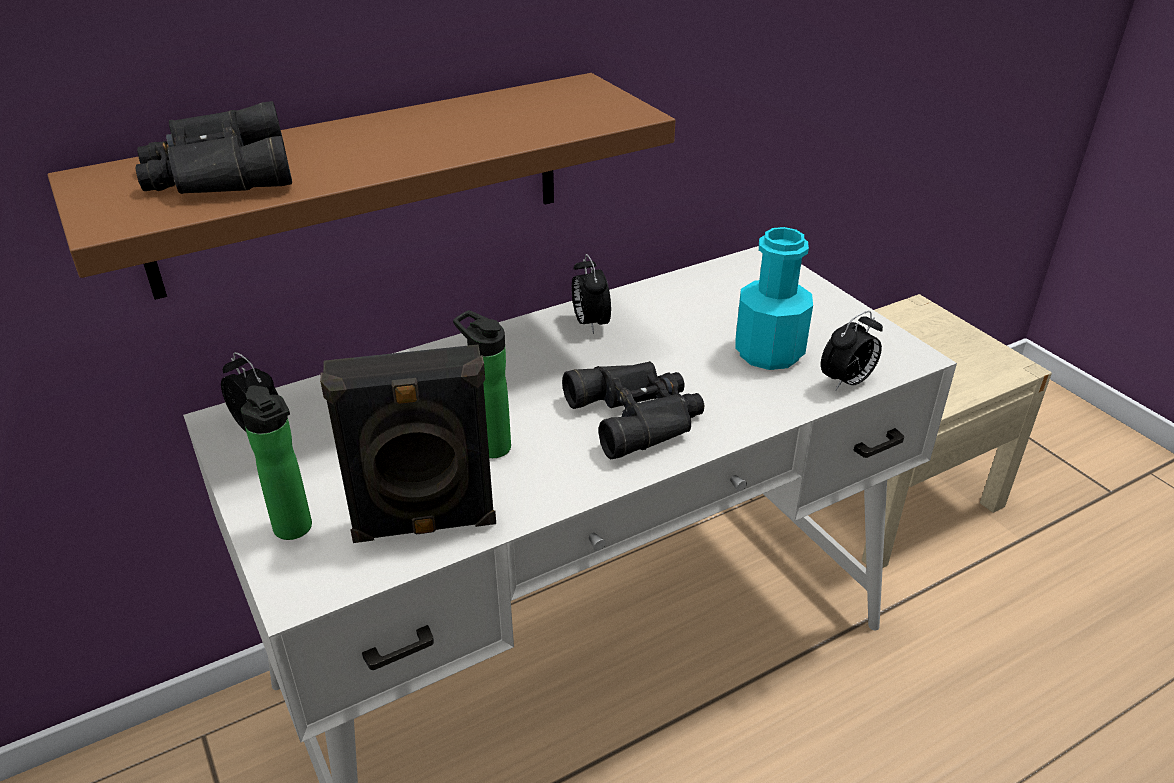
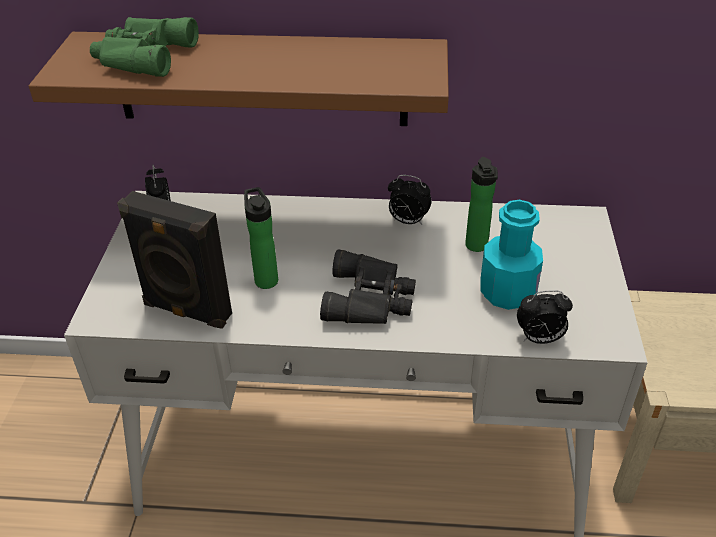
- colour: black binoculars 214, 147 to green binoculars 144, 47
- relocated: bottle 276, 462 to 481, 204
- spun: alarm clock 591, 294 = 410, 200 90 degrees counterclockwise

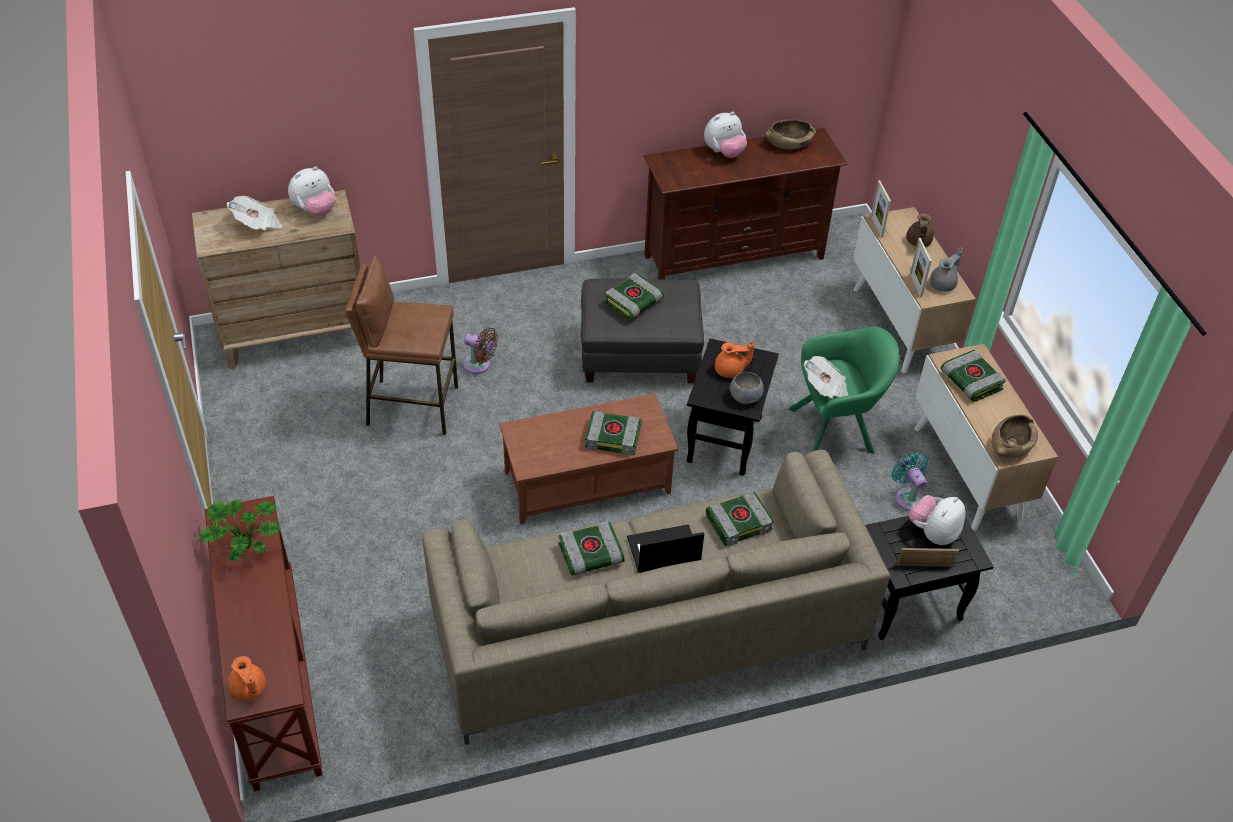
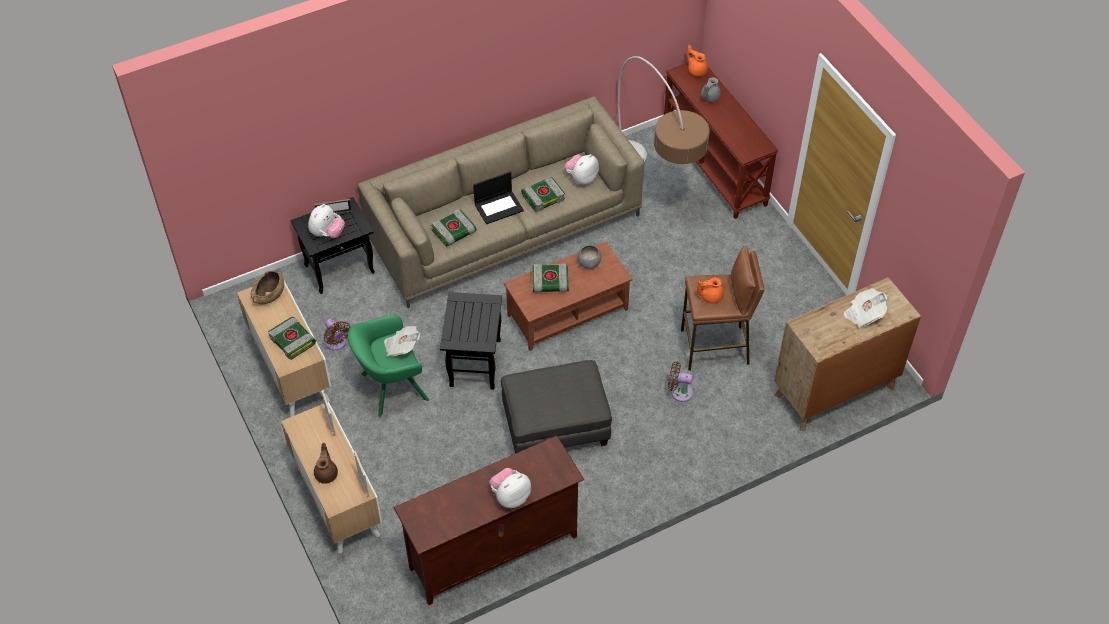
- missing: potted plant 239, 530
- relocated: plush toy 312, 191 to 581, 169
- missing: book 634, 296
- relocated: orange teapot 734, 360 to 710, 290
- relocated: grey bowl 747, 388 to 590, 257
- missing: brown bowl 790, 134
- colour: turquoise fan 909, 481 to brown fan 337, 334
- relocated: grey teapot 946, 269 to 711, 89
- appeared: floor lamp 664, 110

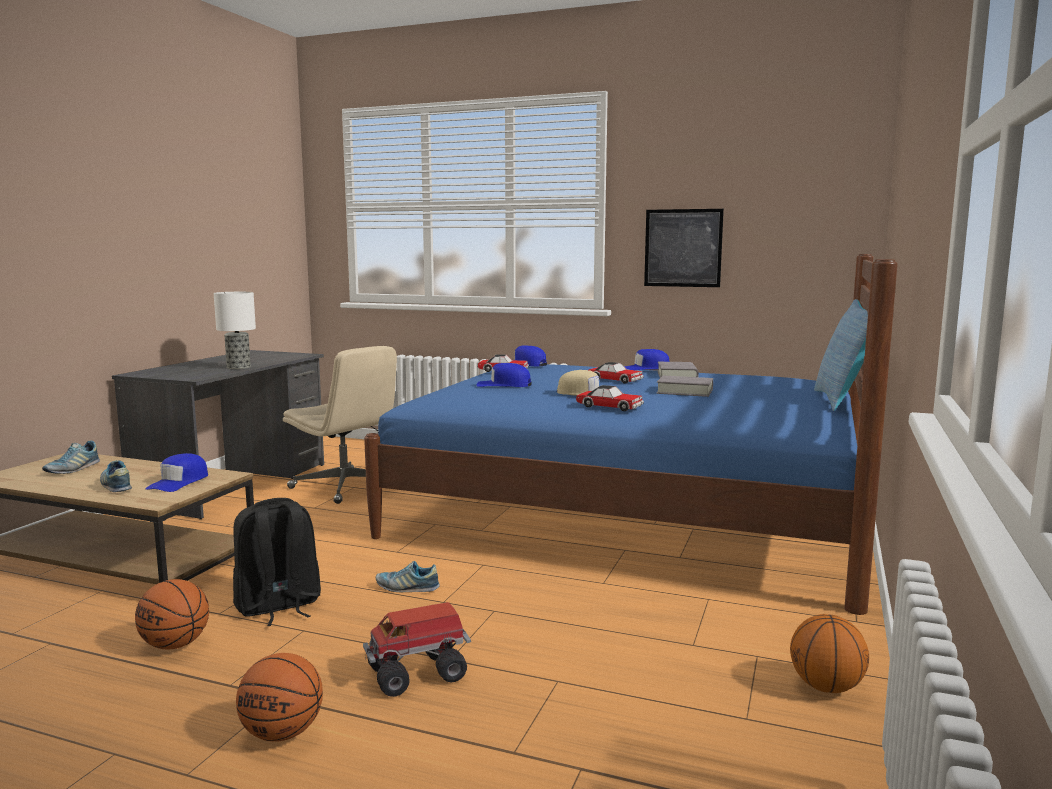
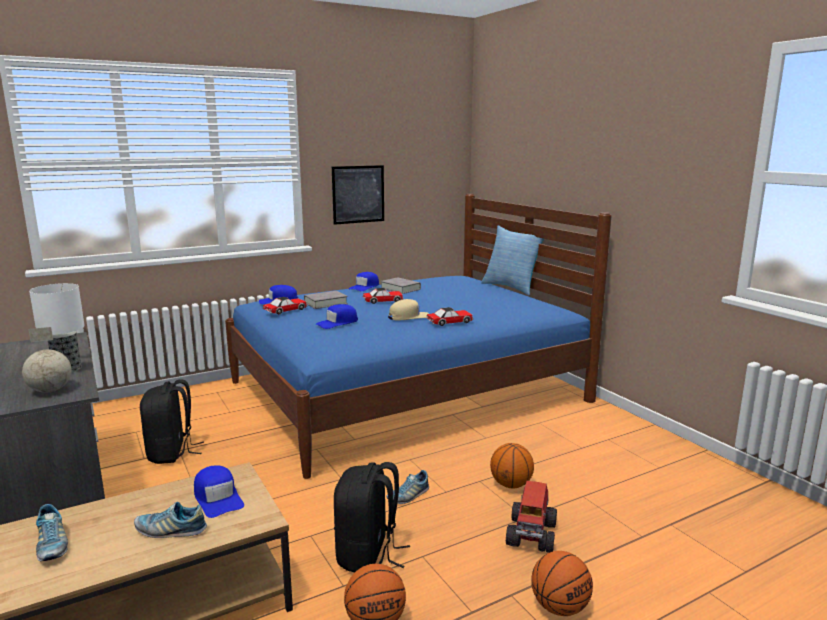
- exchanged: beige office chair 340, 425 to black backpack 172, 421
- relocated: grey book 685, 386 to 326, 300
- relocated: basketball 829, 653 to 512, 466
- appeared: globe 47, 360

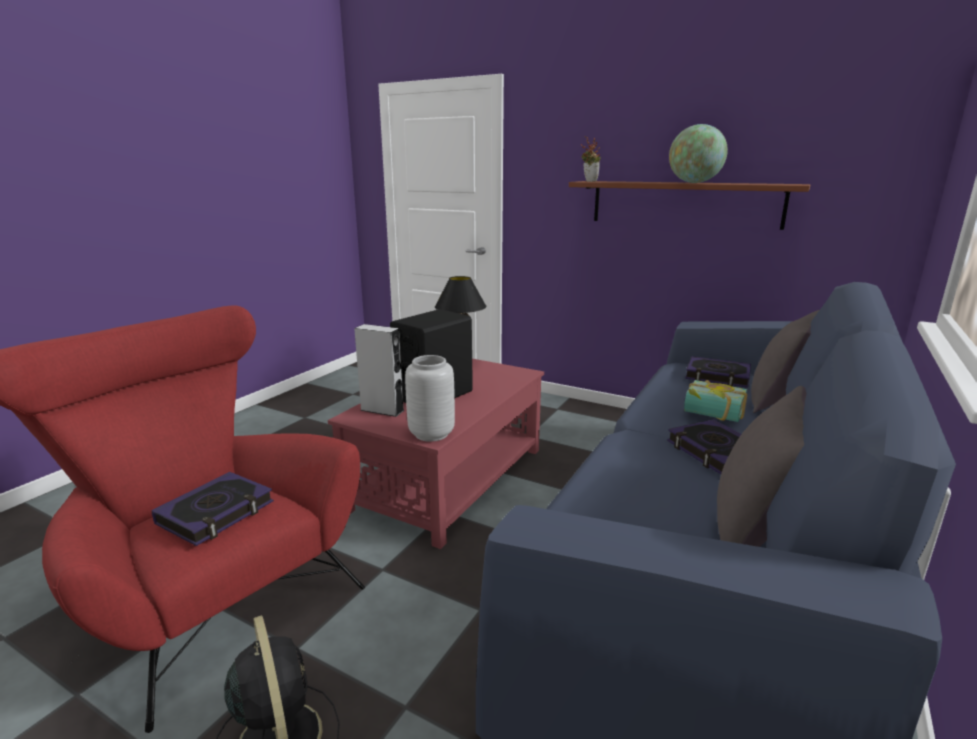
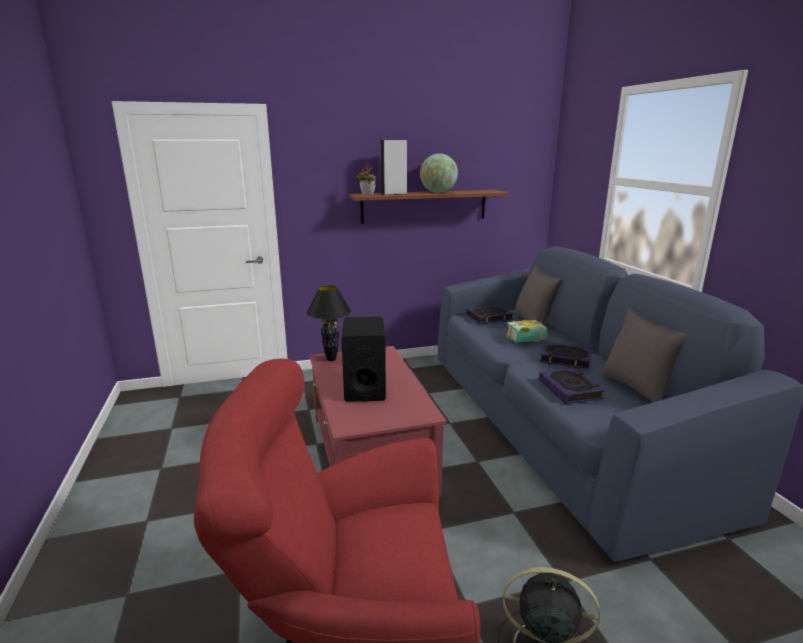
- relocated: book 213, 509 to 571, 386
- relocated: grey speaker 379, 370 to 394, 167
- missing: grey vase 430, 398

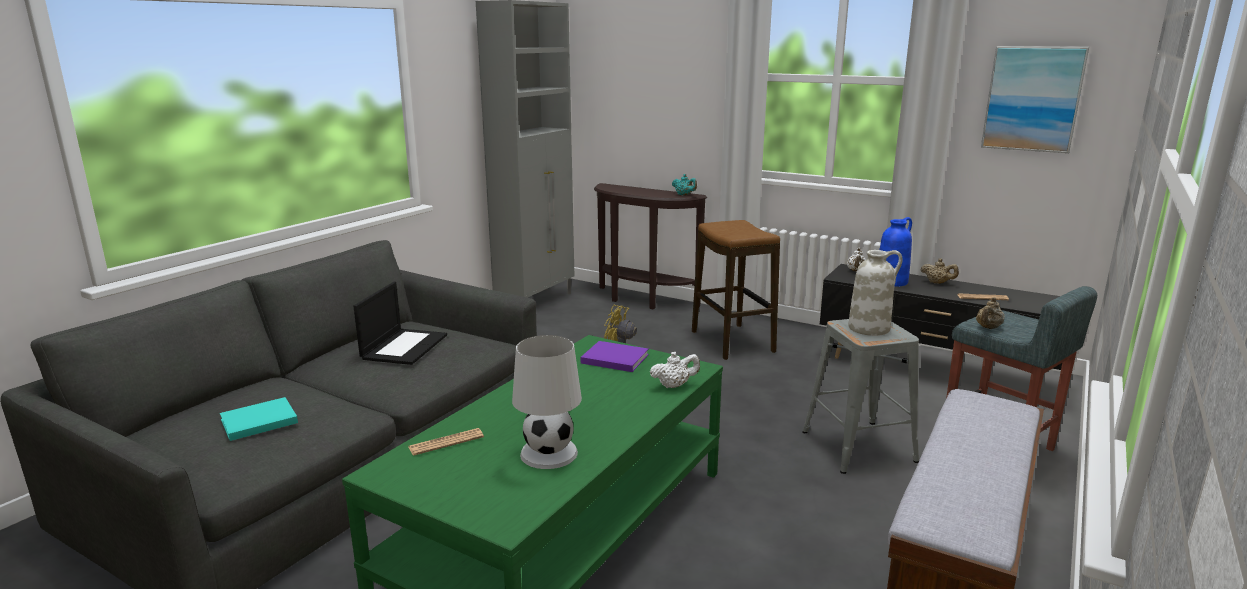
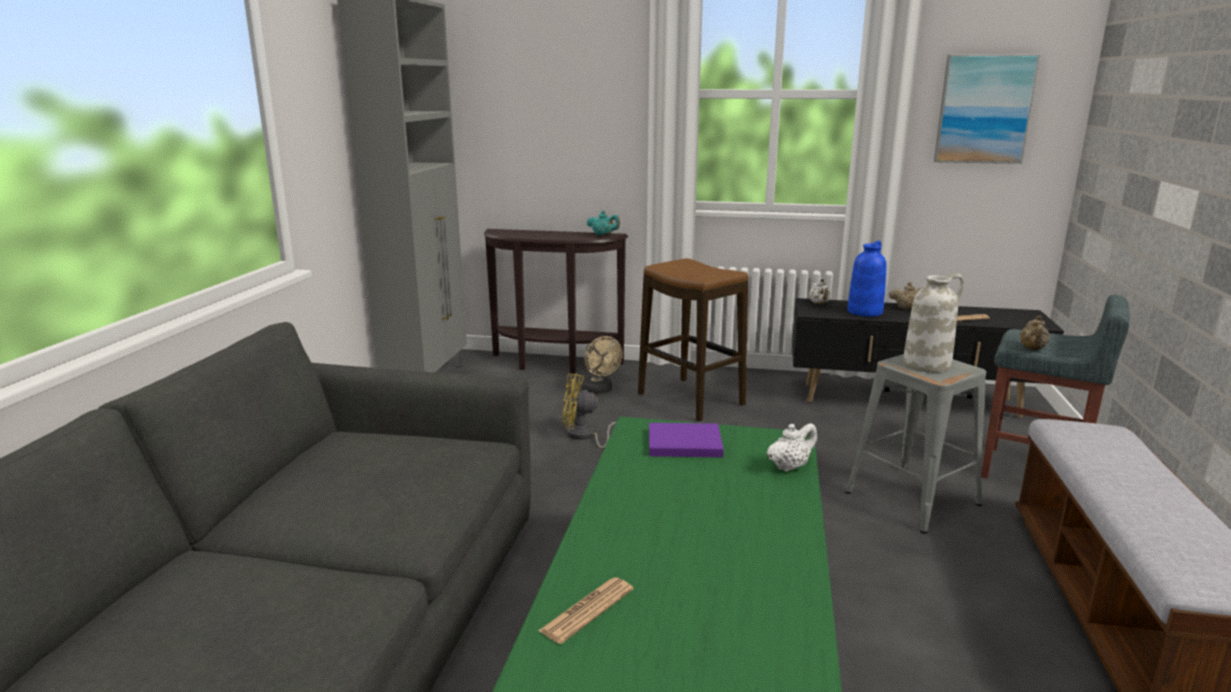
- missing: turquoise book 259, 419
- missing: laptop 400, 323
- missing: white table lamp 547, 402
- appeared: beige fan 602, 365

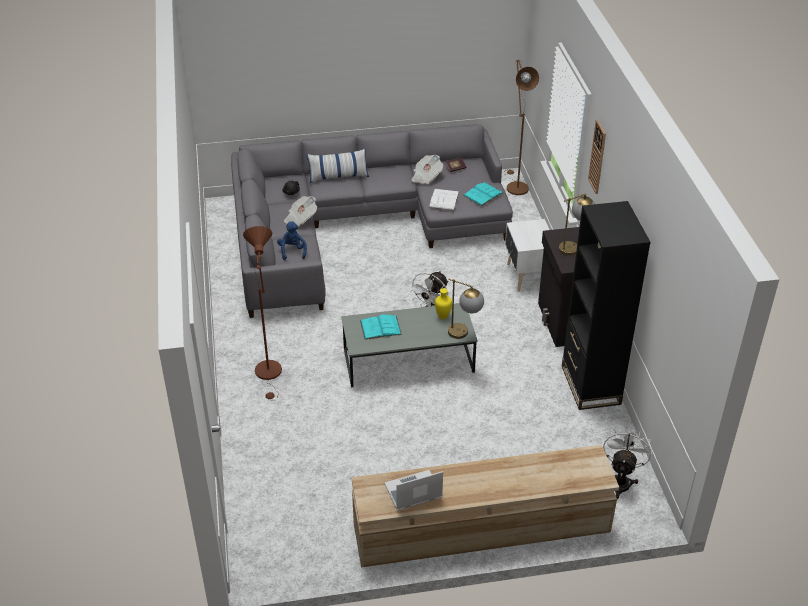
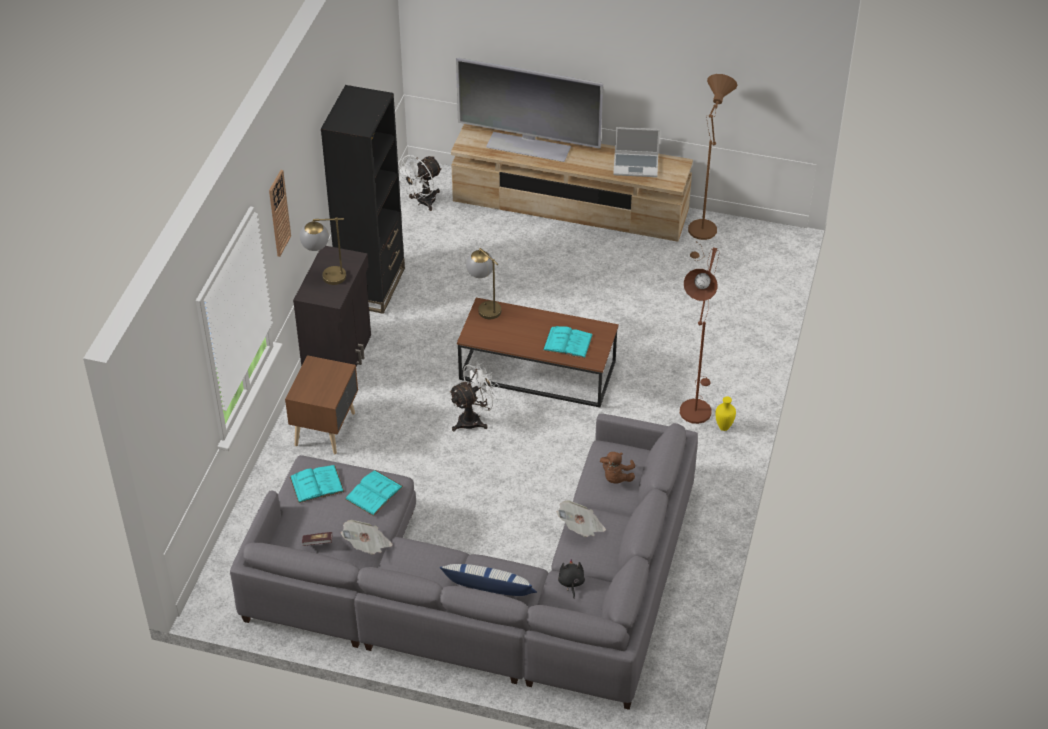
- colour: blue plush toy 292, 240 to brown plush toy 617, 468
- colour: grey coffee table 409, 345 to brown coffee table 538, 352
- colour: white book 444, 199 to turquoise book 374, 493
- relocated: yellow vase 443, 303 to 725, 414
- colour: white nightstand 527, 255 to brown nightstand 321, 404
- relocated: brown floor lamp 523, 127 to 712, 167
- appeared: television 529, 110

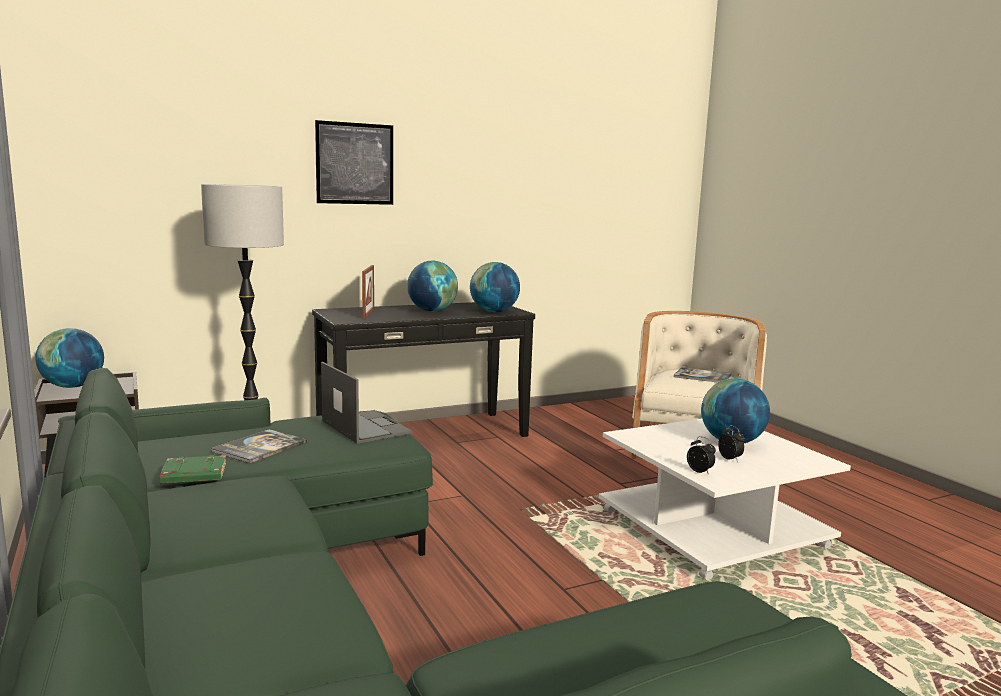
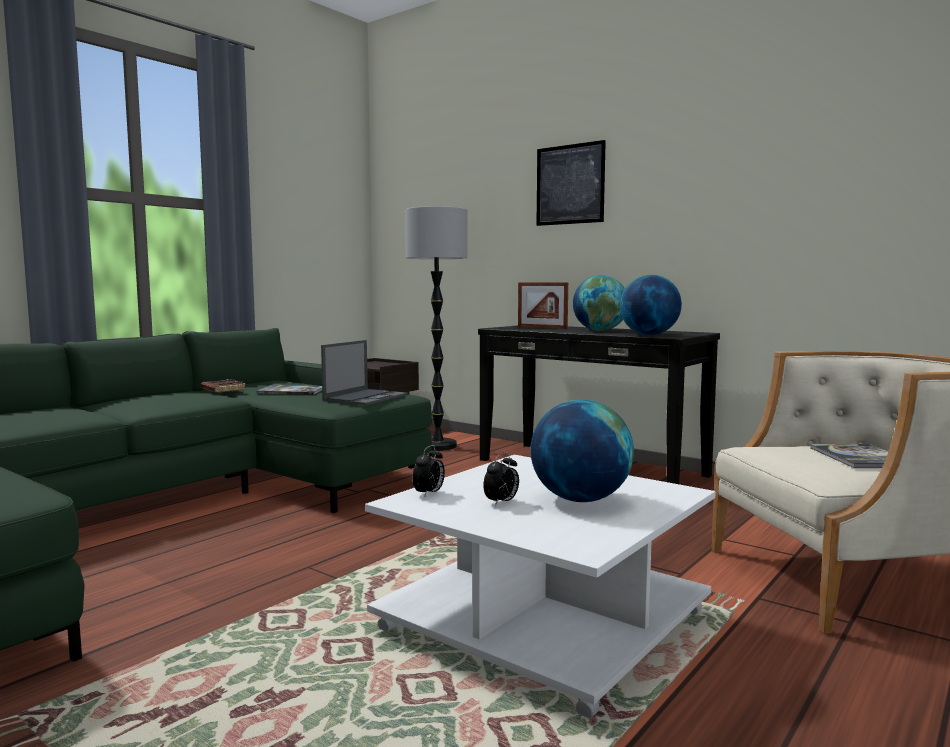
- missing: globe 69, 358
- colour: green book 193, 469 to brown book 223, 386
- spun: picture frame 368, 291 = 543, 305 60 degrees clockwise

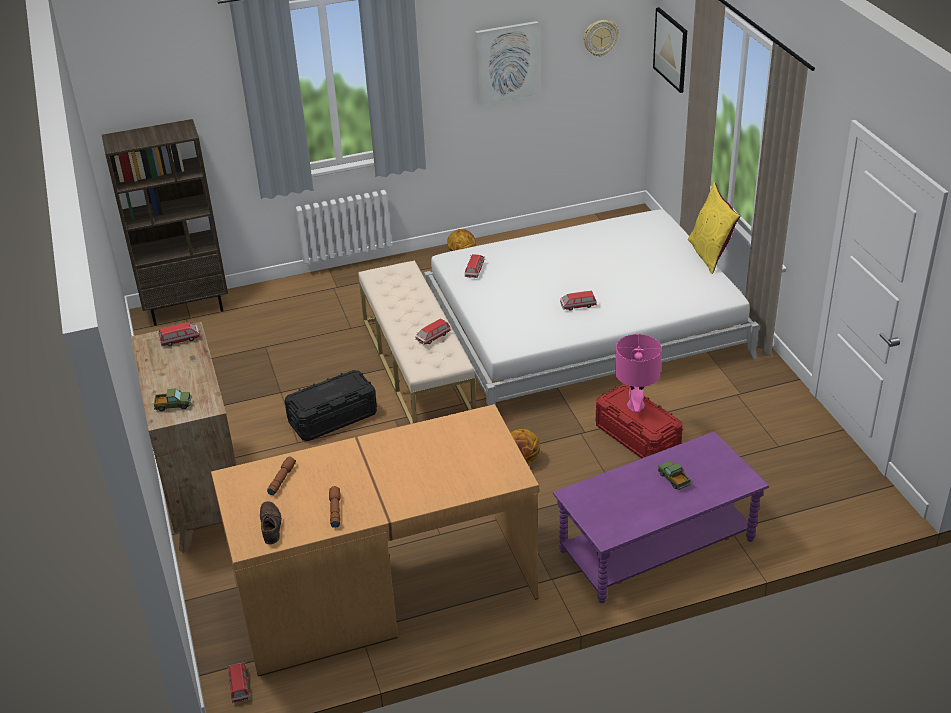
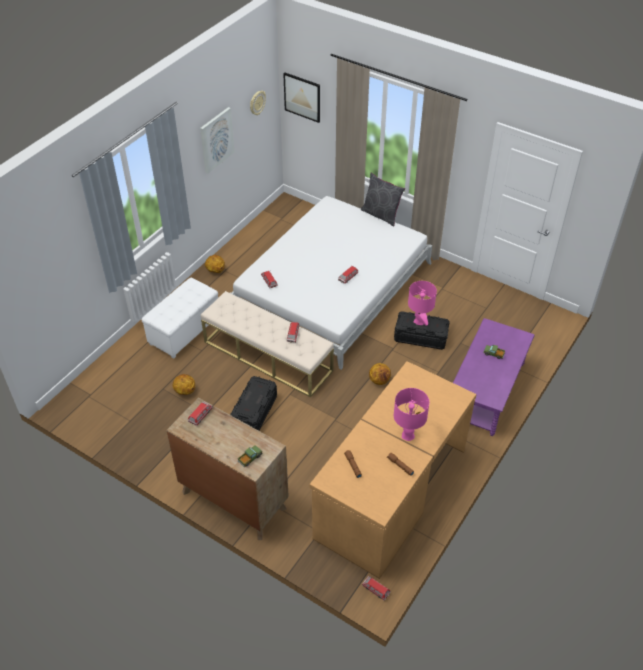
- missing: brown bookcase 165, 222
- missing: brown shoe 270, 523
- colour: red storage box 639, 421 to black storage box 422, 330
- colour: yellow pillow 714, 228 to grey pillow 383, 199
- appeared: white ottoman 180, 318
- appeared: basketball 184, 384
- appeared: pink table lamp 411, 414

